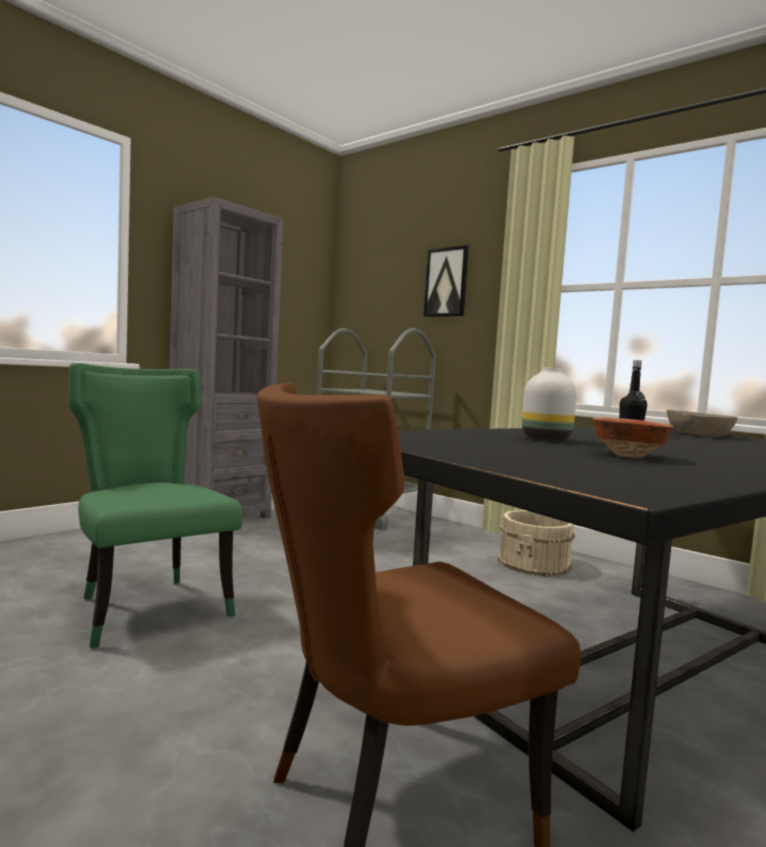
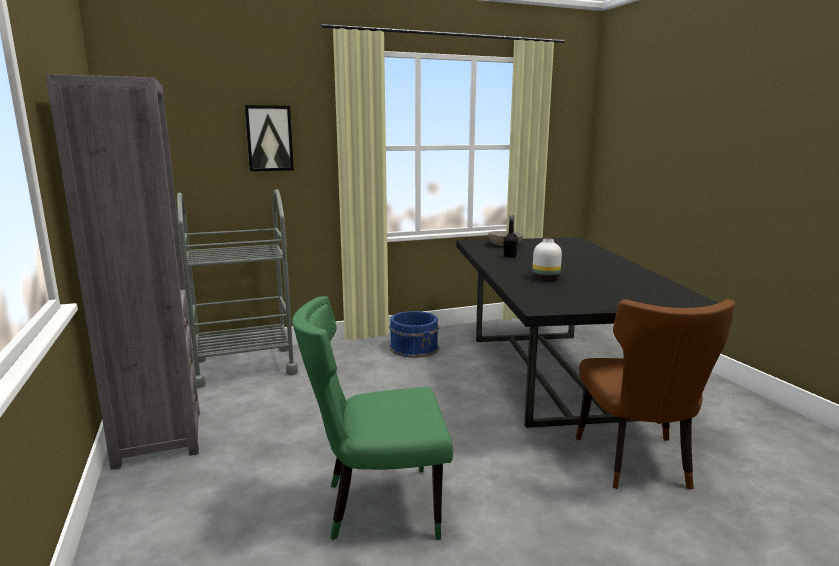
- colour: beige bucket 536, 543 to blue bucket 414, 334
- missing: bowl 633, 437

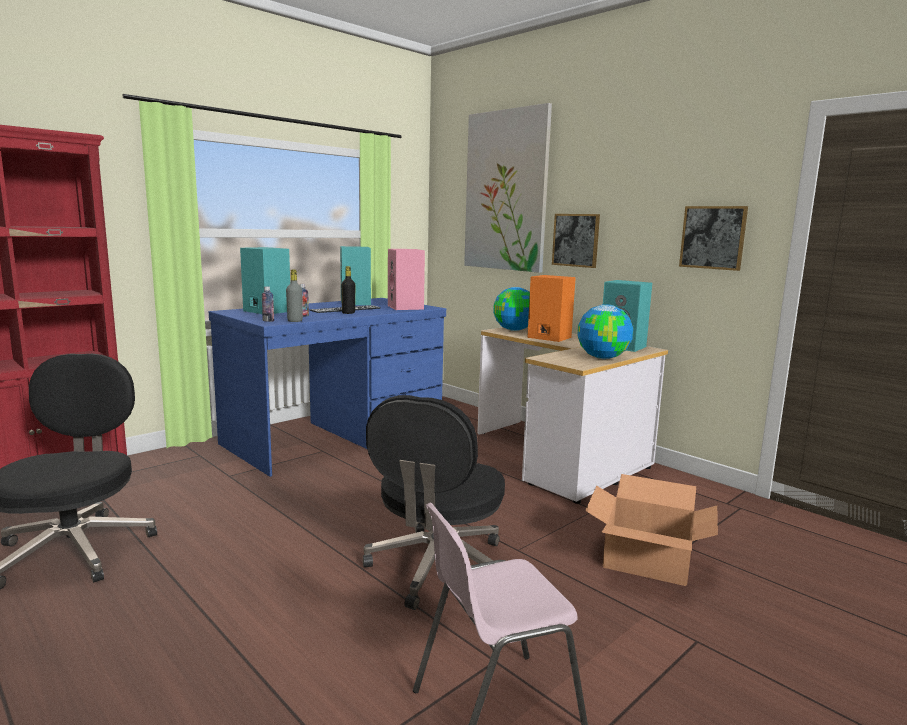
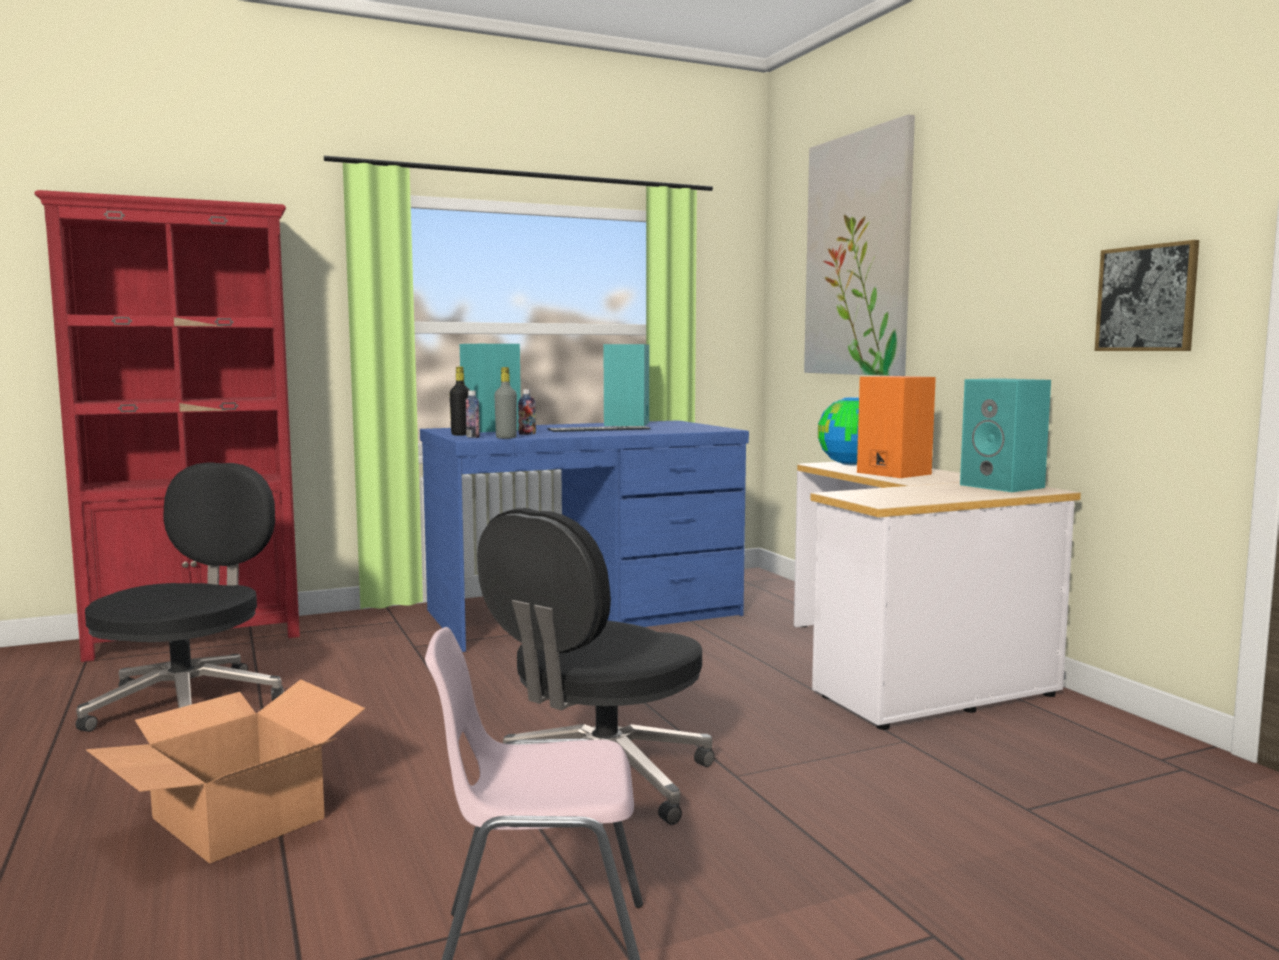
- relocated: black bottle 348, 290 to 460, 401
- missing: pink speaker 406, 279
- missing: picture 576, 241
- missing: globe 605, 331
- relocated: cardboard box 651, 530 to 225, 771

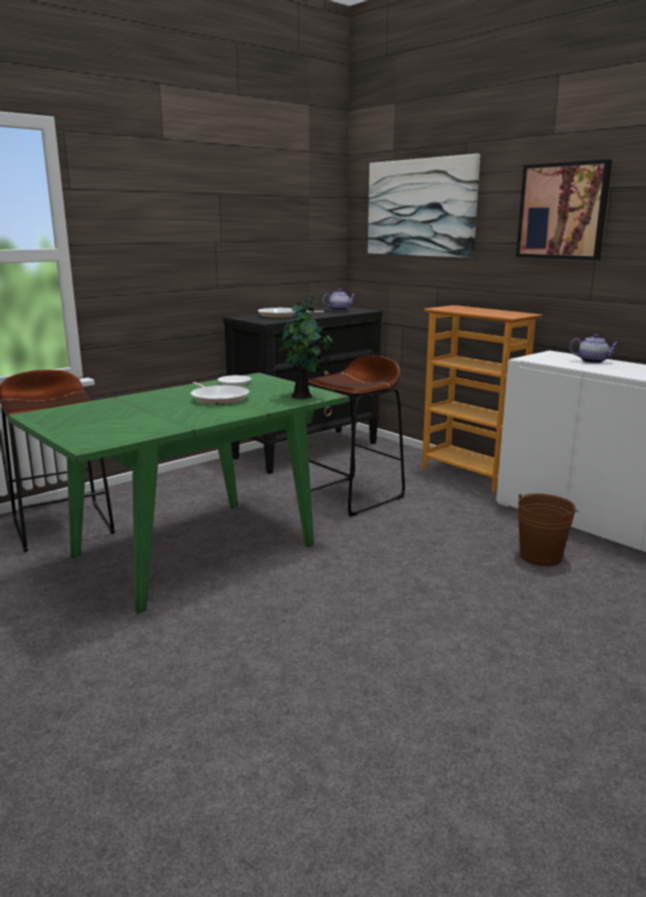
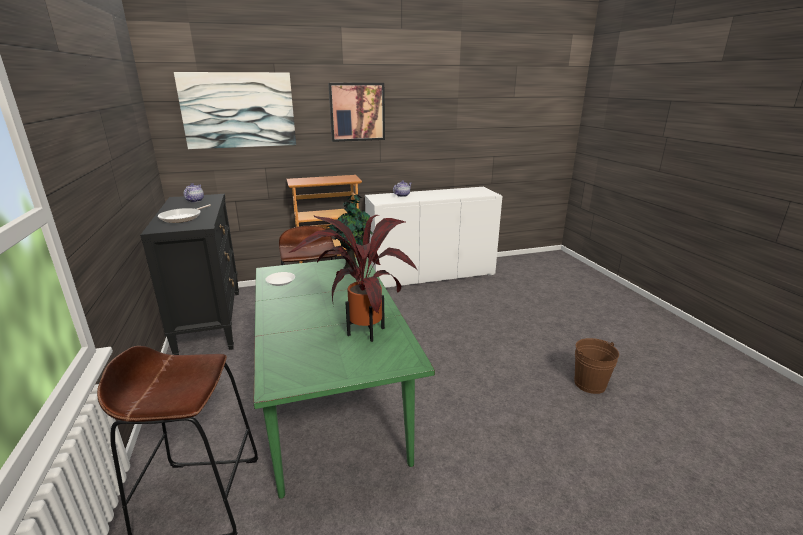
- missing: frying pan 219, 393
- relocated: brown bucket 548, 529 to 596, 366
- appeared: potted plant 353, 278

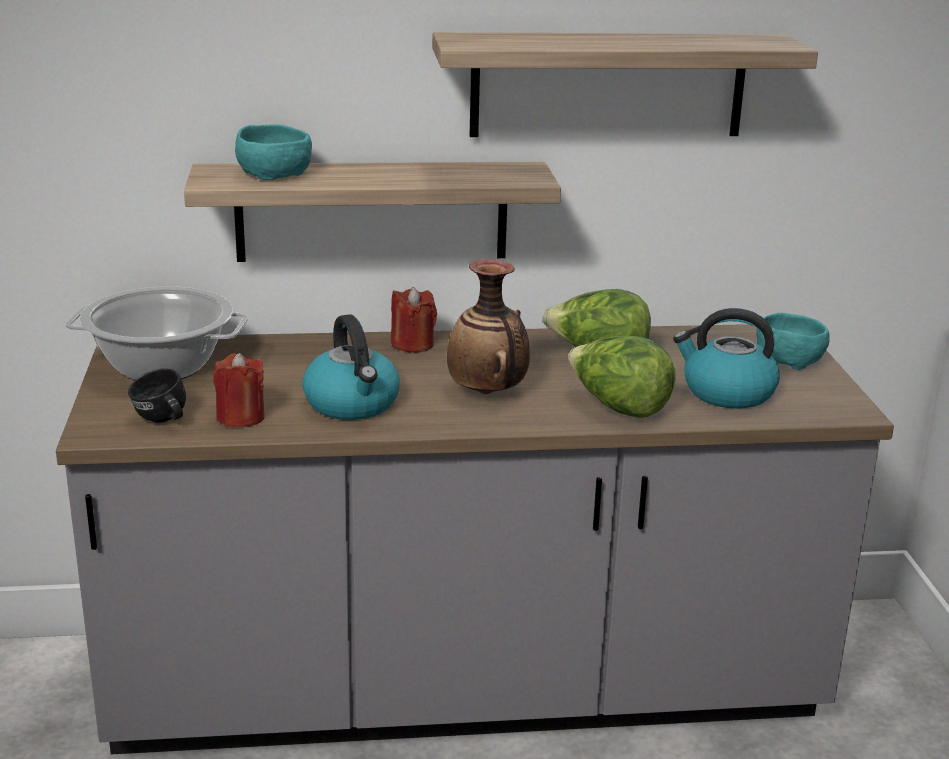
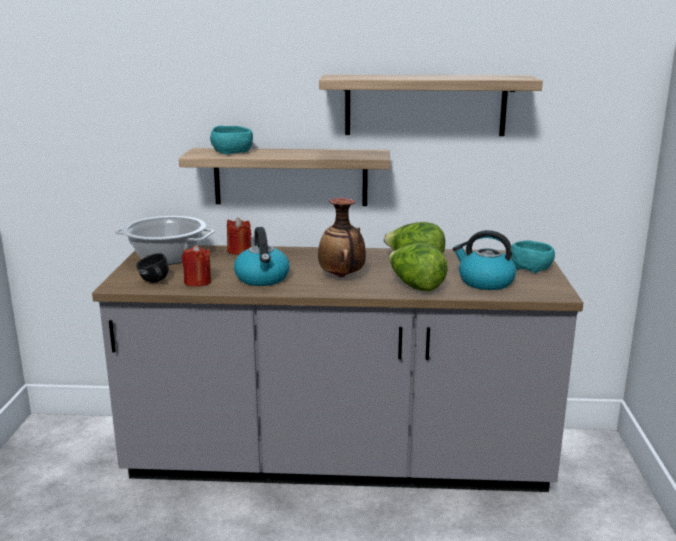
- relocated: red candle 414, 320 to 239, 236

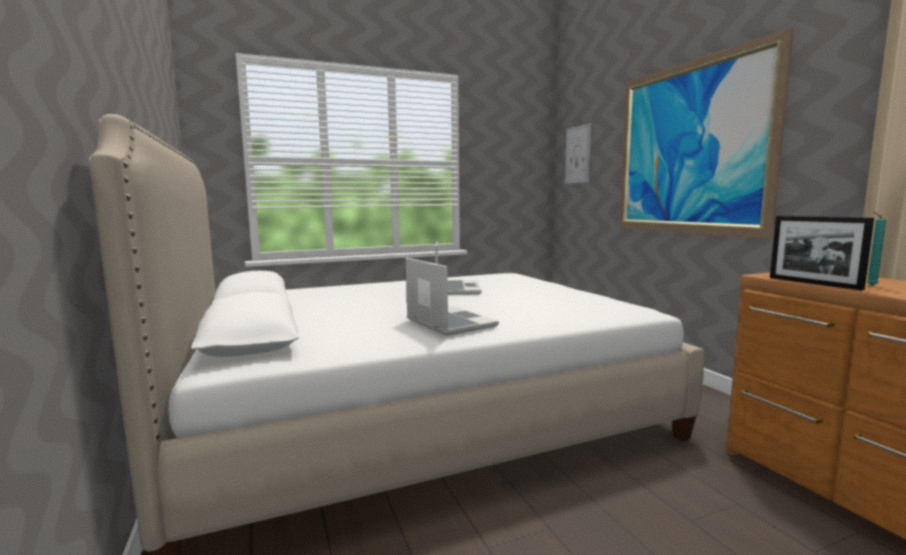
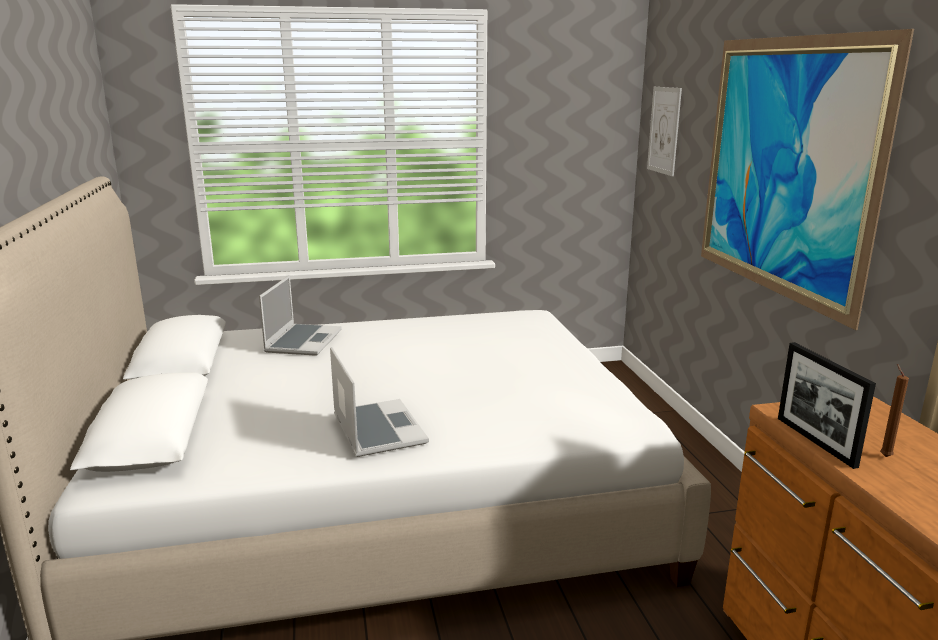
- relocated: laptop 458, 268 to 300, 315
- colour: turquoise candle 876, 249 to brown candle 894, 410

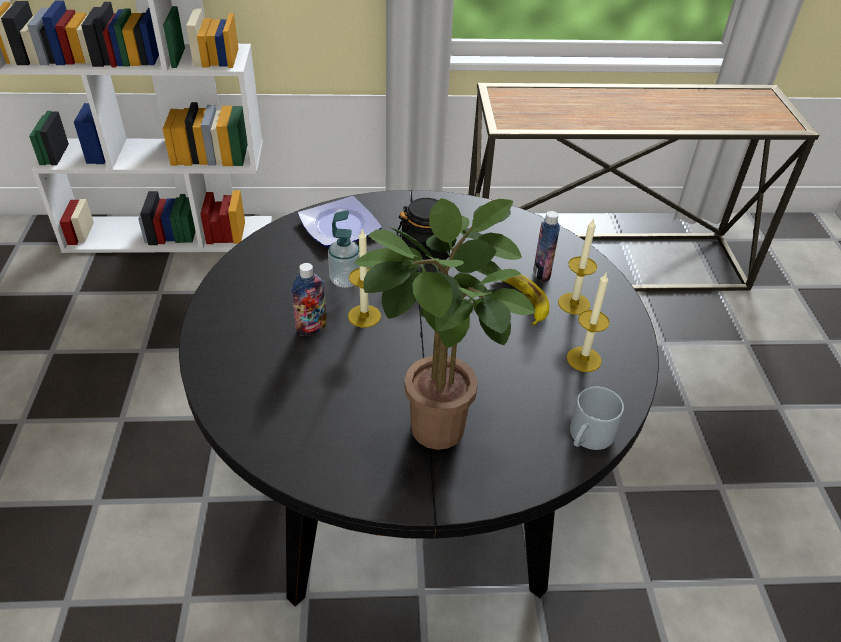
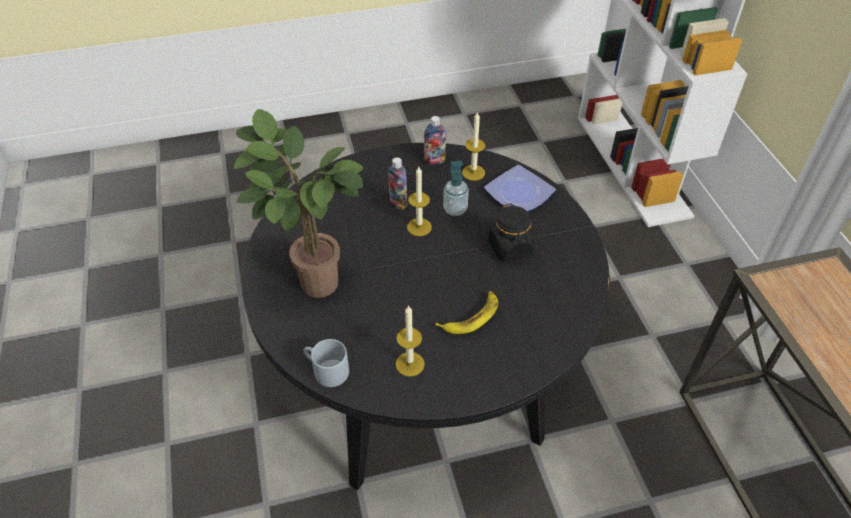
- relocated: bottle 546, 246 to 435, 141
- relocated: candle 577, 266 to 474, 146

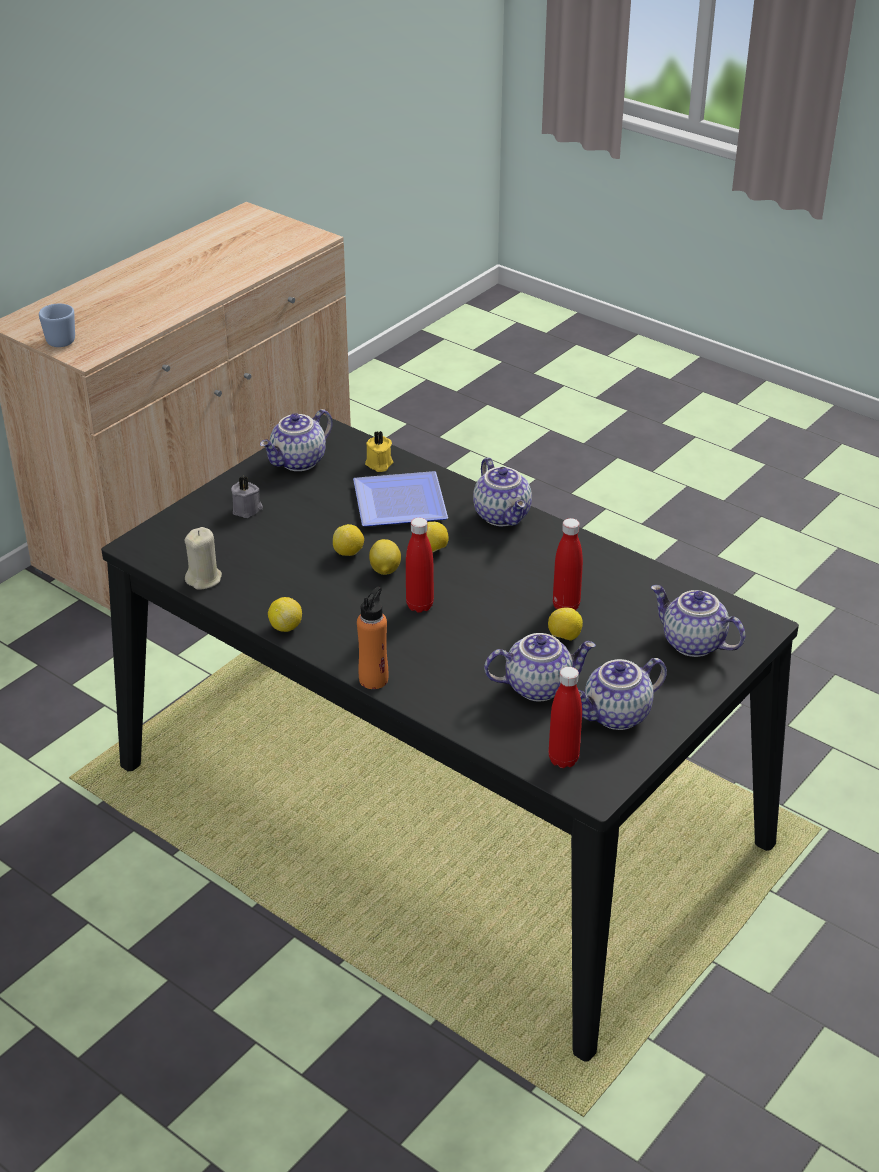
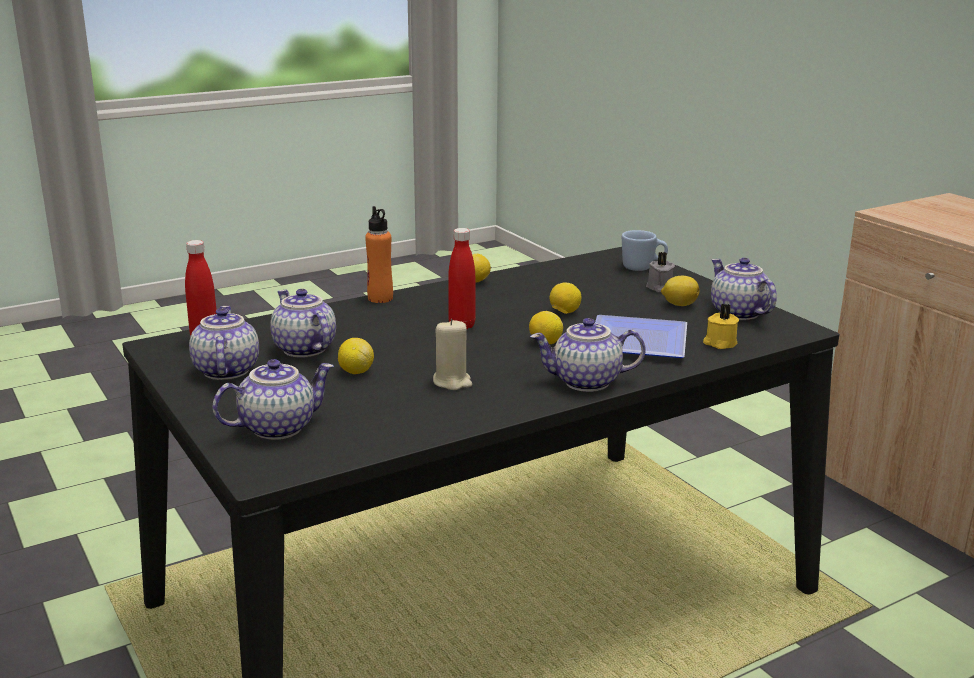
- relocated: blue mug 57, 325 to 645, 250
- relocated: beige candle 203, 558 to 452, 354
- relocated: lemon 385, 557 to 680, 291
- spun: teapot 540, 667 = 303, 323 135 degrees clockwise
- missing: red bottle 568, 564

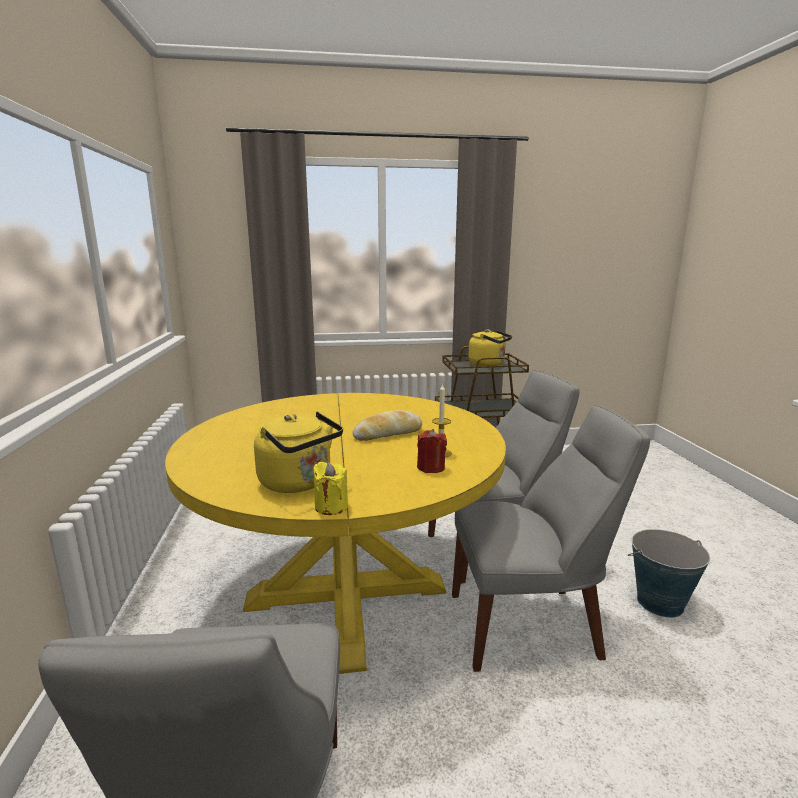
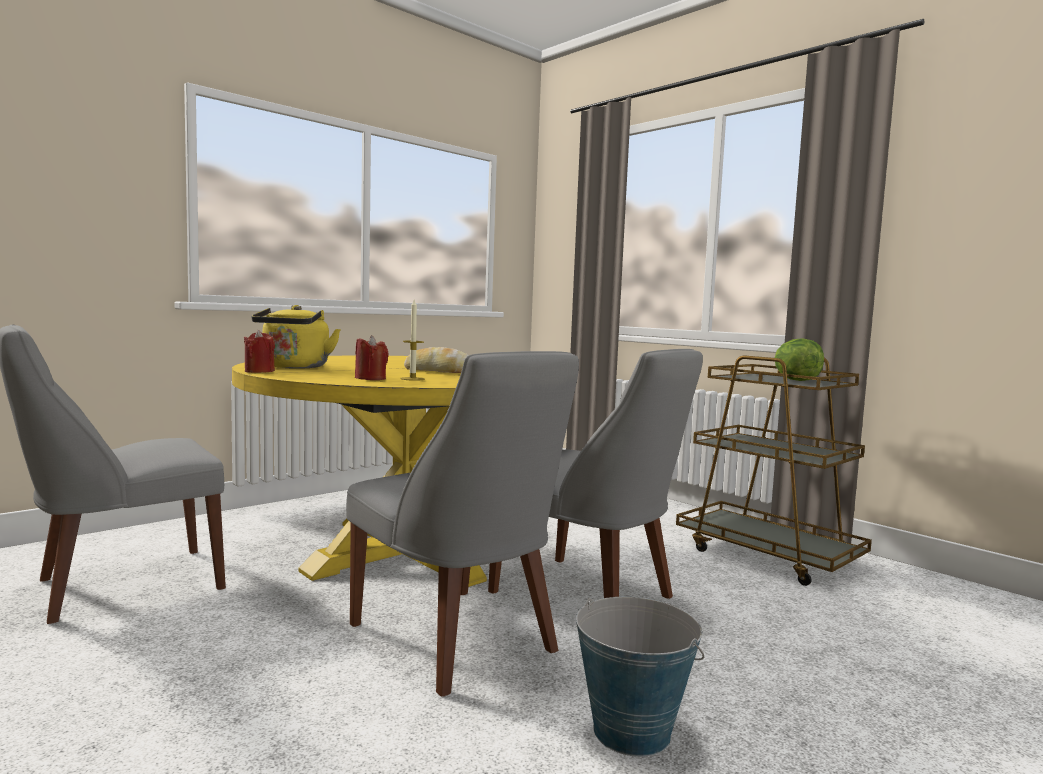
- colour: yellow candle 330, 488 to red candle 259, 351
- exchanged: yellow kettle 490, 347 to lettuce 799, 359

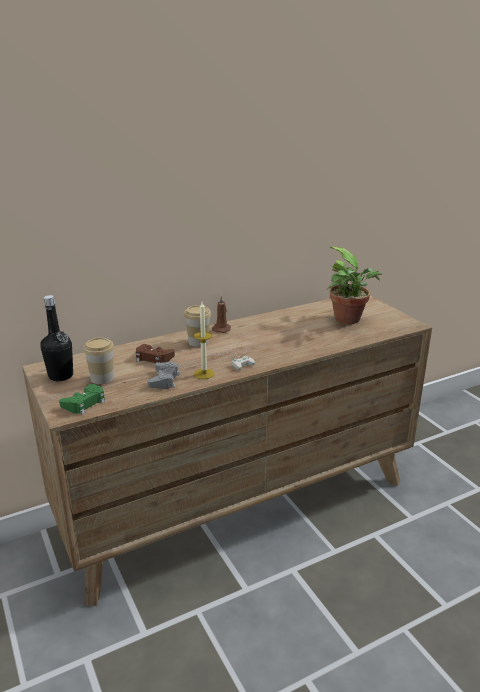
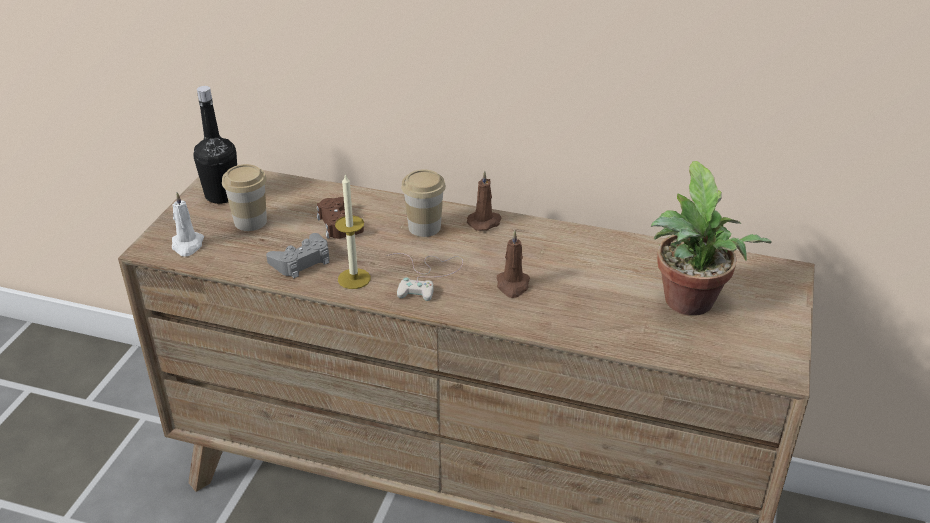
- exchanged: green game controller 82, 399 to white candle 188, 224
- appeared: brown candle 513, 264

